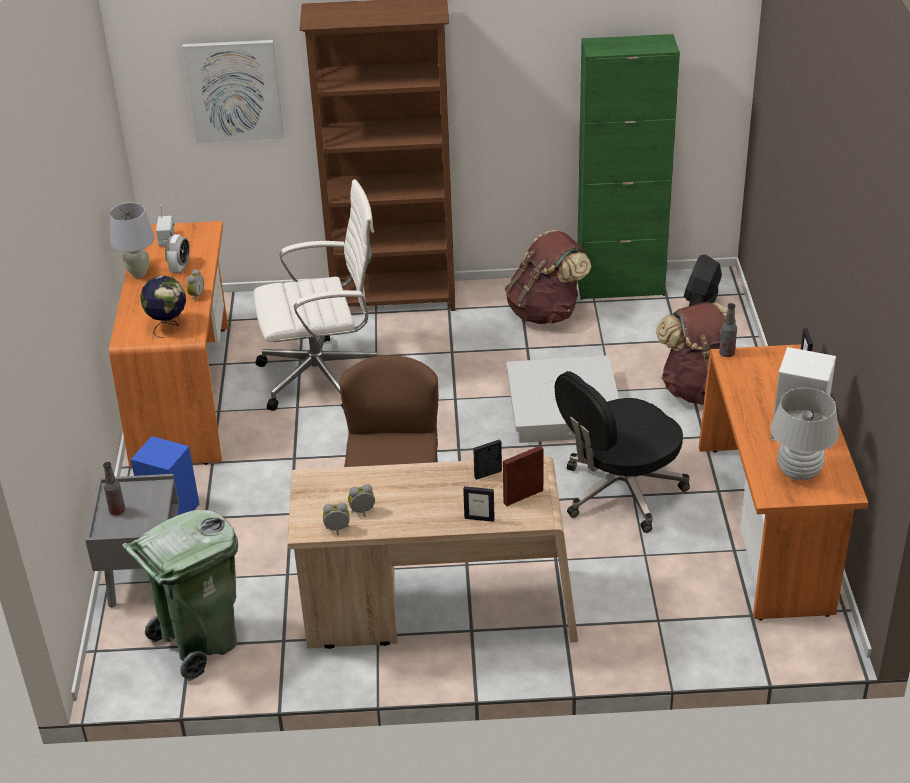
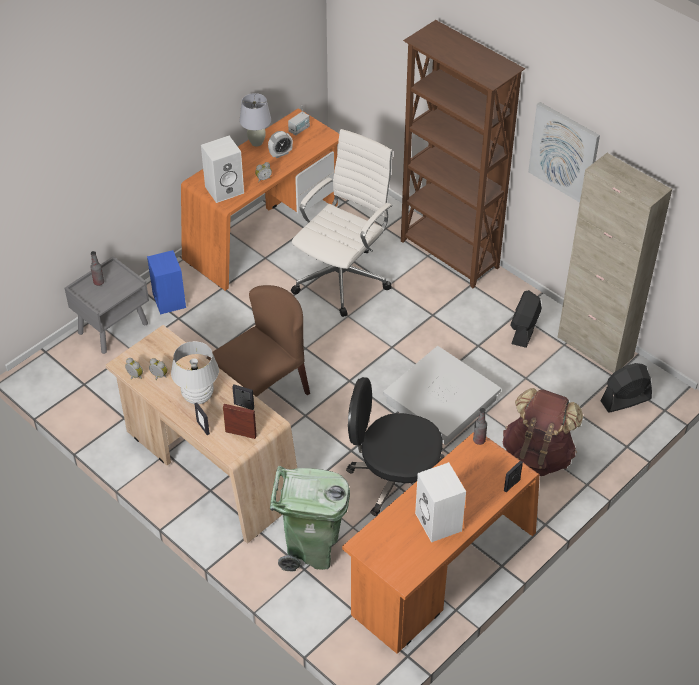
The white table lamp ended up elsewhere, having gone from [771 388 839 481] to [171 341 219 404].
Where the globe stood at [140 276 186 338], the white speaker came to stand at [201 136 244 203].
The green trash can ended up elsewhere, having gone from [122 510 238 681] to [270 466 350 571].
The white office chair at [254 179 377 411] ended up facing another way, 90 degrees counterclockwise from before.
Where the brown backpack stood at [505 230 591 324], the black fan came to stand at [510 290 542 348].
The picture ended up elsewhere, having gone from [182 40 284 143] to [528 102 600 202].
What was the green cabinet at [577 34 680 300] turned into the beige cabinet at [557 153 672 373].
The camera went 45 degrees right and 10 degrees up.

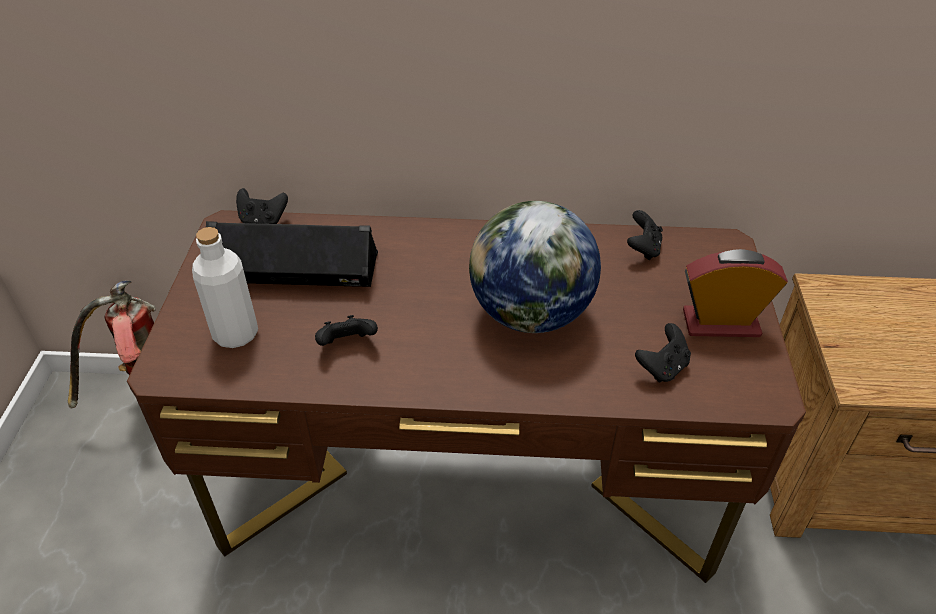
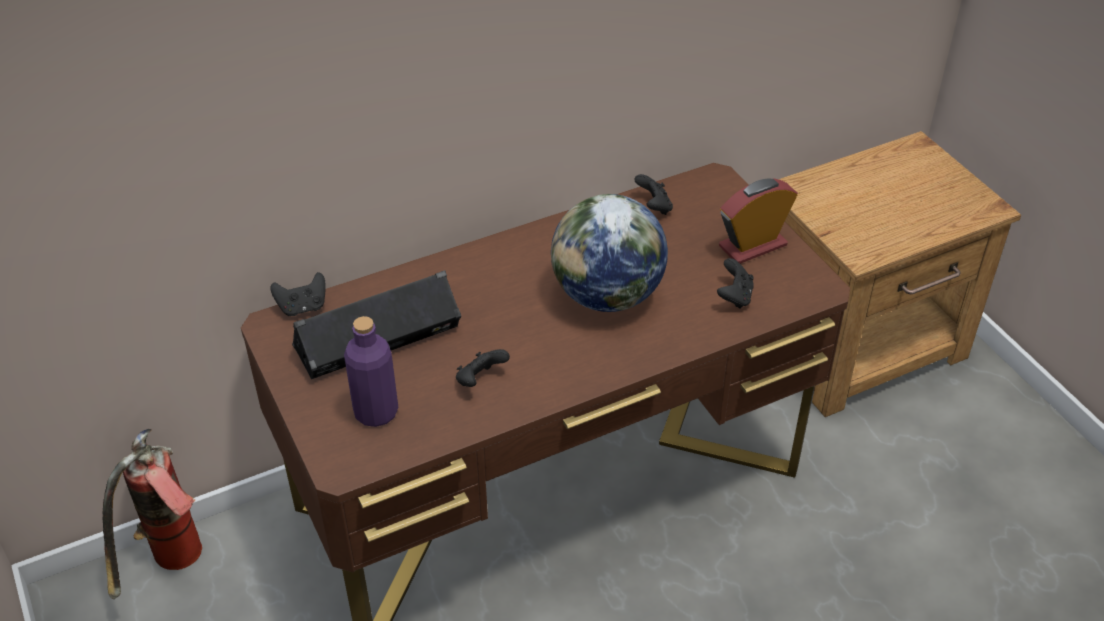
What was the white bottle at [192 227 258 348] turned into the purple bottle at [344 316 398 427].
The camera went 30 degrees left and 0 degrees up.

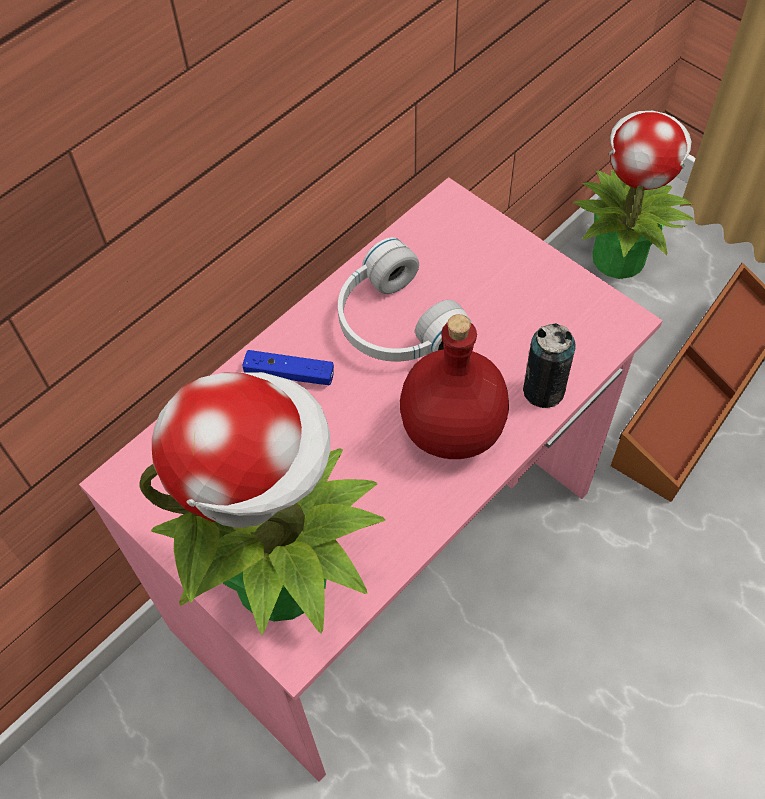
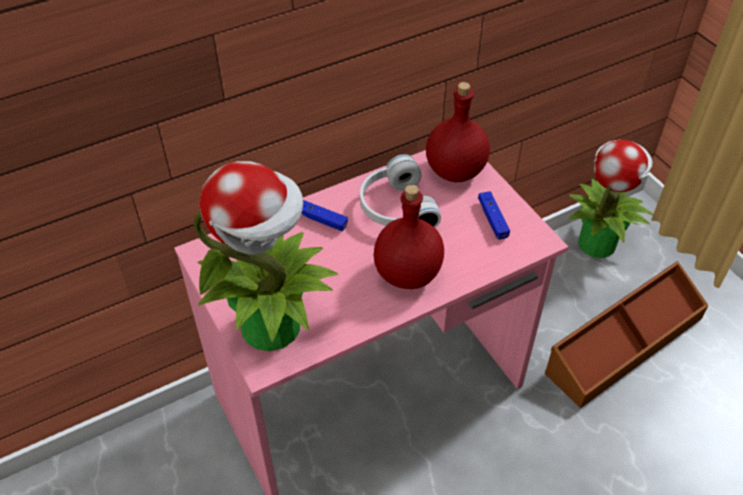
The second view gained the red bottle at [426 82 490 182].
The second view gained the blue game controller at [478 191 510 239].
The second view lost the can at [523 323 576 408].
The camera went 15 degrees right and 10 degrees down.

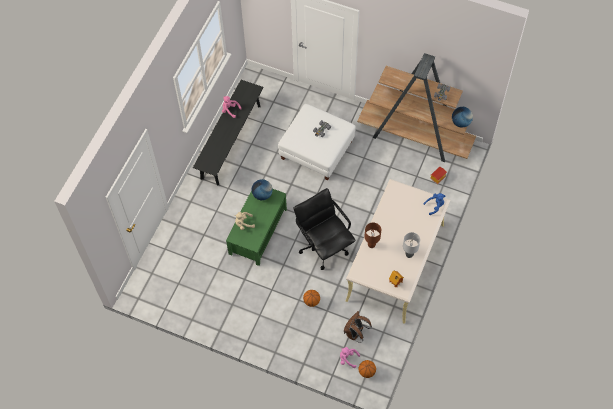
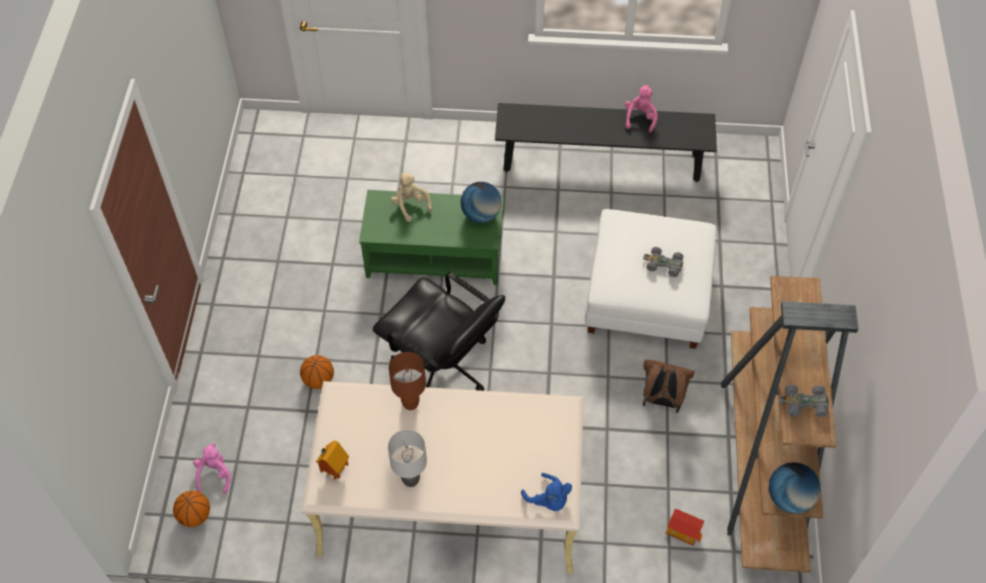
The black office chair at [294 188 356 270] ended up facing another way, 90 degrees clockwise from before.
The brown backpack ended up elsewhere, having gone from [344 311 372 343] to [643 359 695 413].
The camera went 70 degrees right and 5 degrees down.

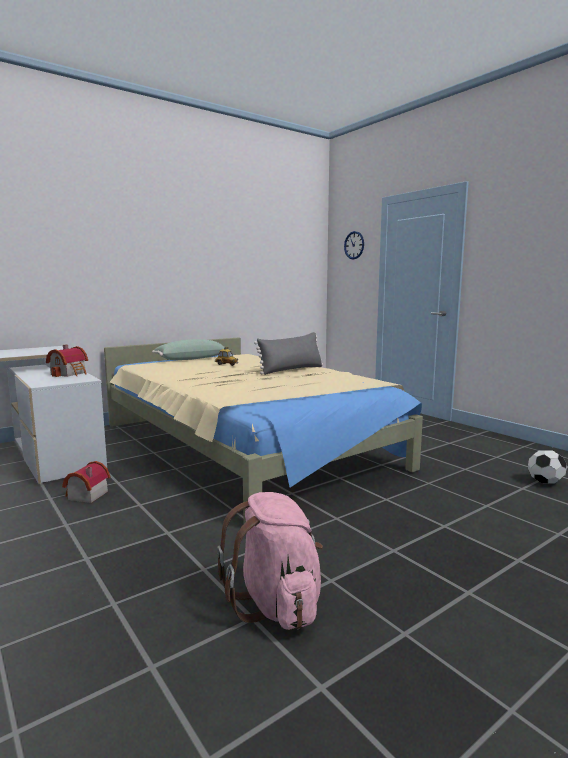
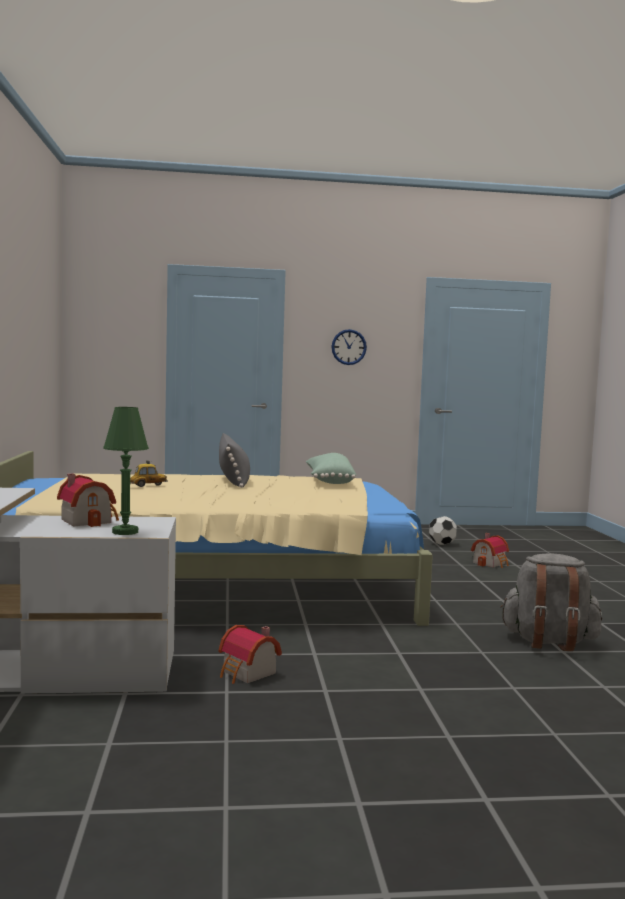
The second view gained the green table lamp at [103 407 149 535].
The green pillow ended up elsewhere, having gone from [152 339 224 360] to [306 453 356 484].
The wall clock ended up elsewhere, having gone from [344 231 364 260] to [331 329 367 365].
The second view gained the toy house at [471 533 509 568].
What was the pink backpack at [217 492 323 630] turned into the grey backpack at [500 553 602 651].
The camera went 60 degrees left and 5 degrees down.

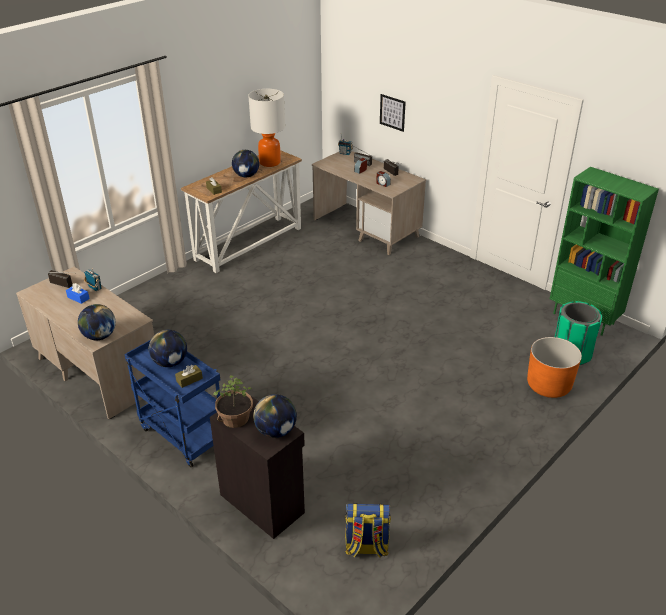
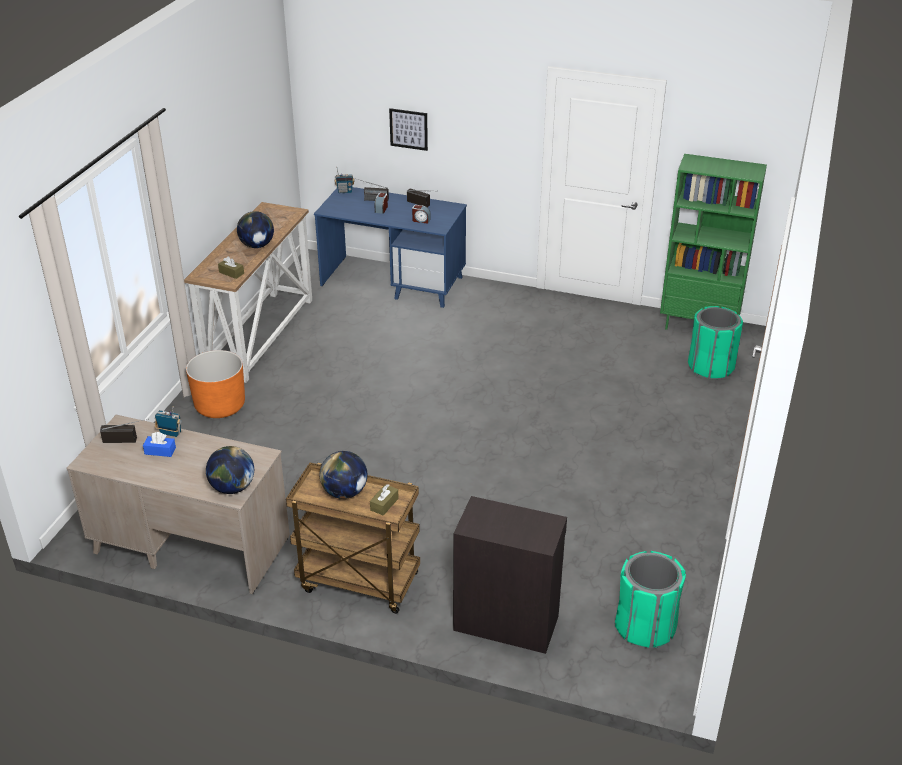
The orange planter ended up elsewhere, having gone from [527 337 582 398] to [186 350 245 418].
What was the blue cart at [124 340 220 468] turned into the brown cart at [286 463 420 614].
What was the beige desk at [312 151 426 255] turned into the blue desk at [314 187 467 308].
Where the backpack stood at [345 503 391 558], the green trash can came to stand at [615 551 686 648].
The second view lost the potted plant at [214 376 253 428].
The second view lost the table lamp at [248 89 285 167].
The second view lost the globe at [253 394 297 438].
The camera went 25 degrees left and 0 degrees up.

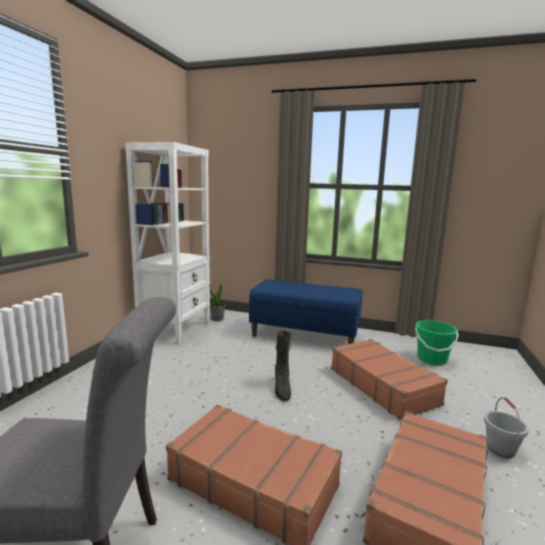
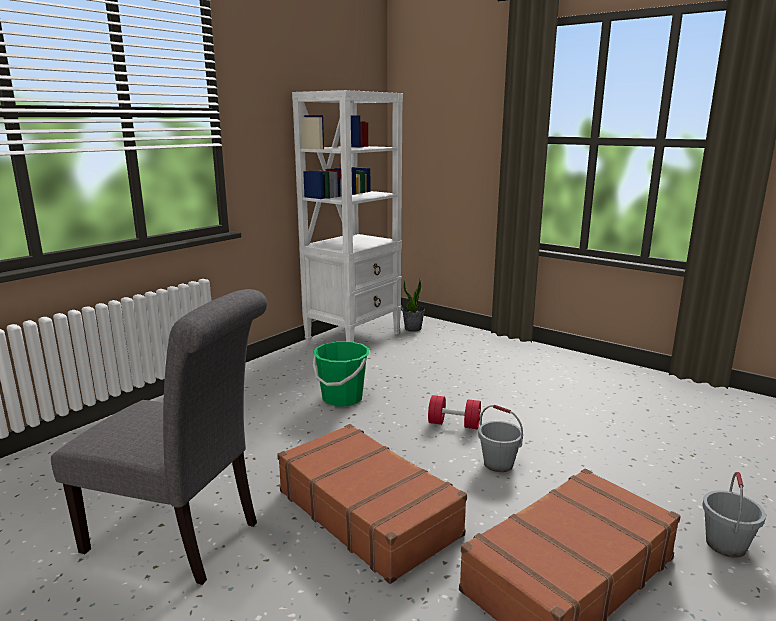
The green bucket ended up elsewhere, having gone from [415 320 458 366] to [313 341 370 407].
Where the black boot stood at [275 330 291 402], the red dumbbell came to stand at [428 395 481 429].
The second view gained the grey bucket at [478 405 523 472].
The second view lost the blue bench at [249 279 362 344].
The second view lost the brown suitcase at [331 339 448 421].
The camera went 20 degrees right and 5 degrees up.

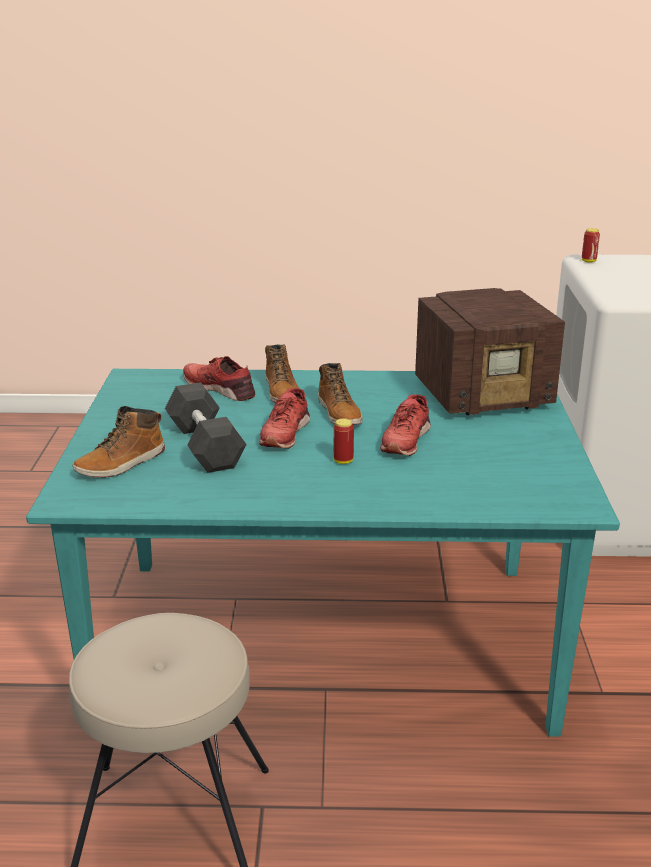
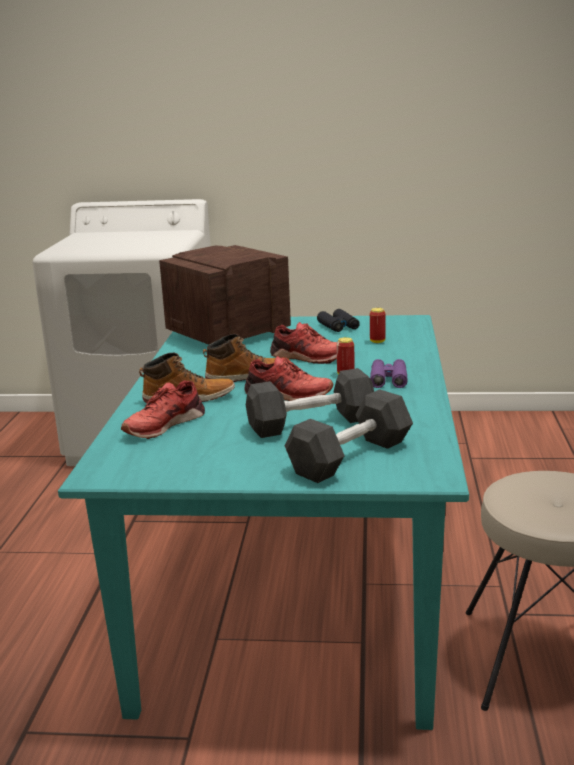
The radio at [415 288 565 415] ended up facing another way, 120 degrees counterclockwise from before.
Where the boot stood at [72 406 165 478], the black dumbbell came to stand at [285 389 413 483].
The second view gained the black binoculars at [317 309 360 332].
The can ended up elsewhere, having gone from [582 228 600 263] to [370 308 386 343].
The second view gained the purple binoculars at [370 359 408 388].
The camera went 85 degrees left and 5 degrees down.

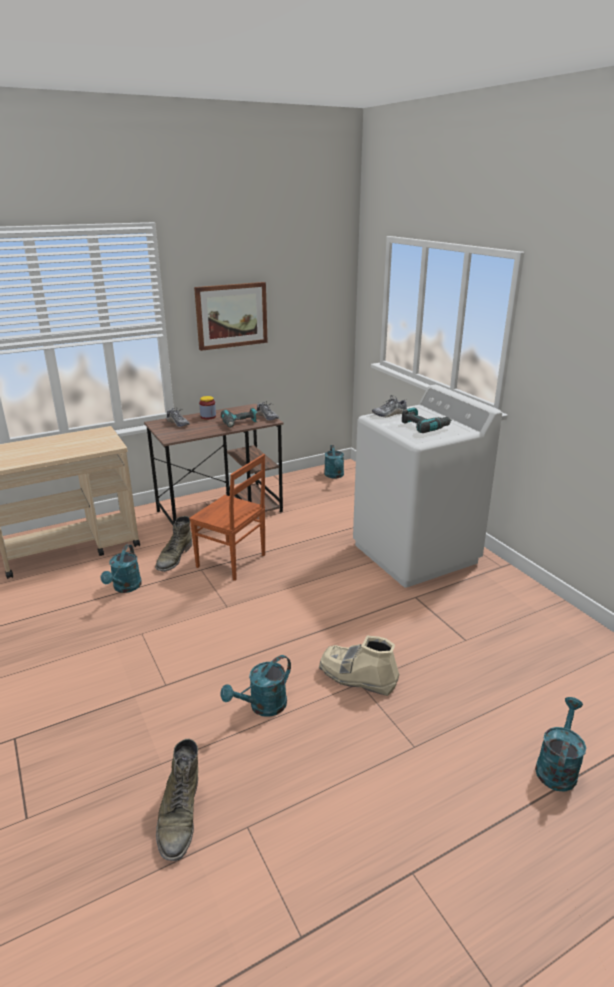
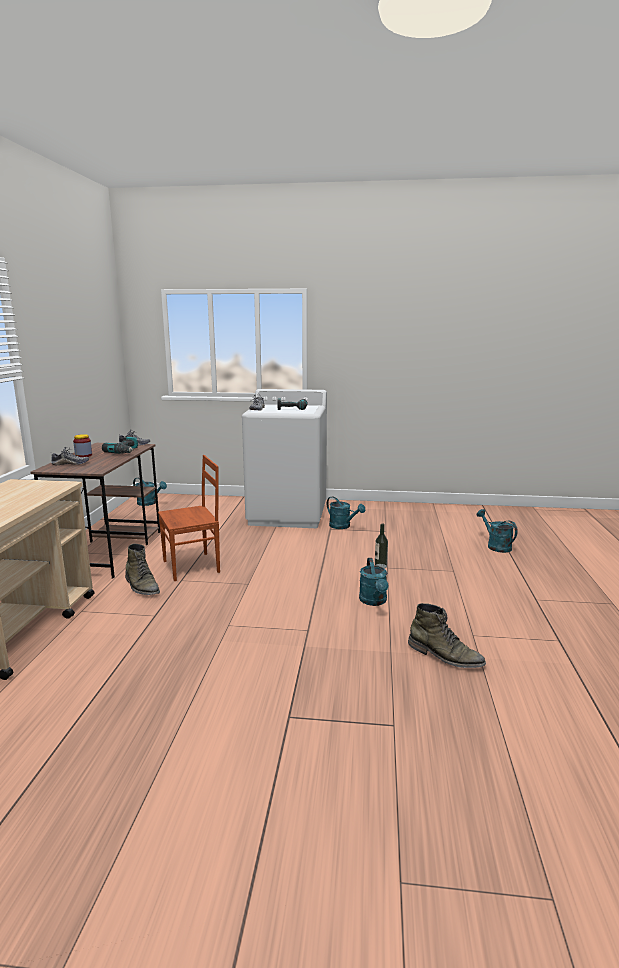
The turquoise watering can ended up elsewhere, having gone from [100 545 142 593] to [327 496 365 529].
Where the beige boot stood at [319 635 400 696], the bottle came to stand at [375 524 388 569].
The second view lost the picture at [194 282 268 351].
The camera went 55 degrees left and 10 degrees down.

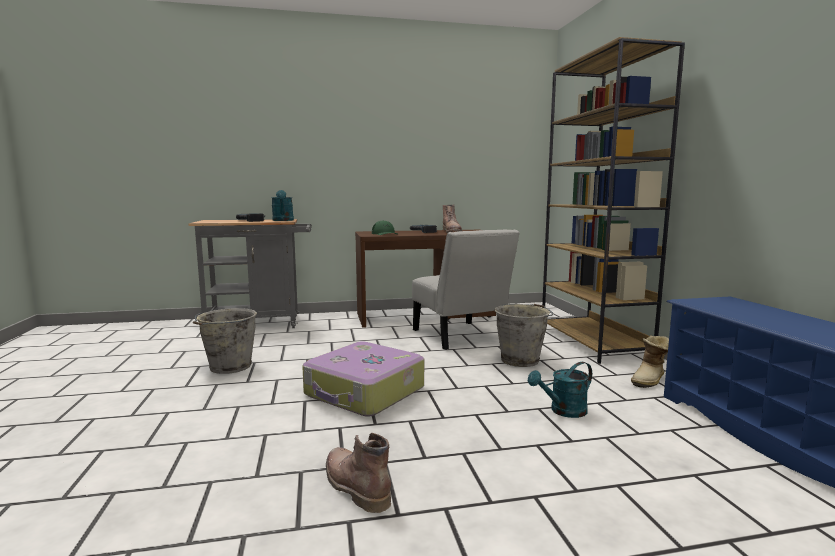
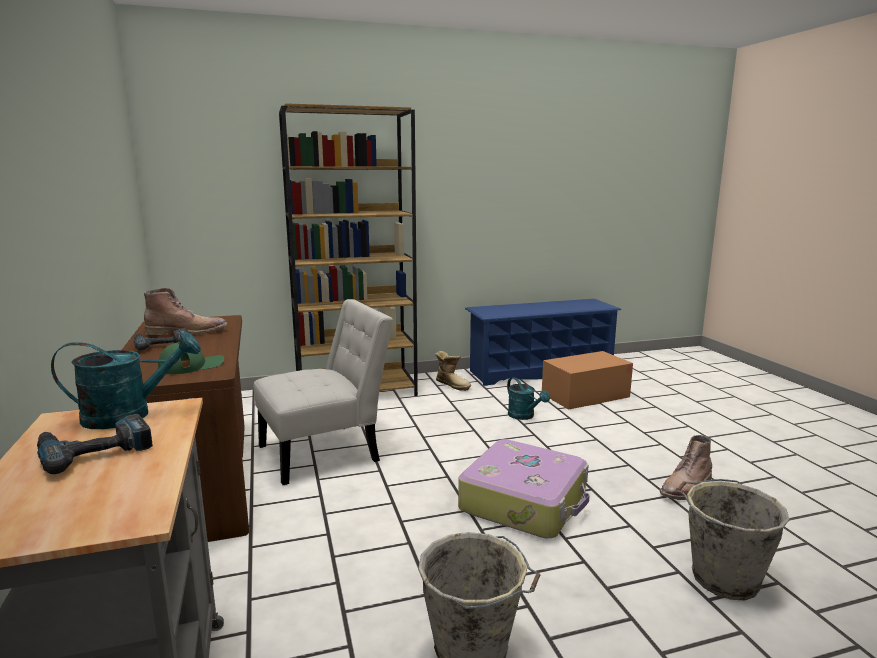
The second view gained the cardboard box at [542 351 633 410].
The grey bucket ended up elsewhere, having gone from [495 304 553 367] to [676 479 790 600].
The camera went 95 degrees left and 5 degrees up.

